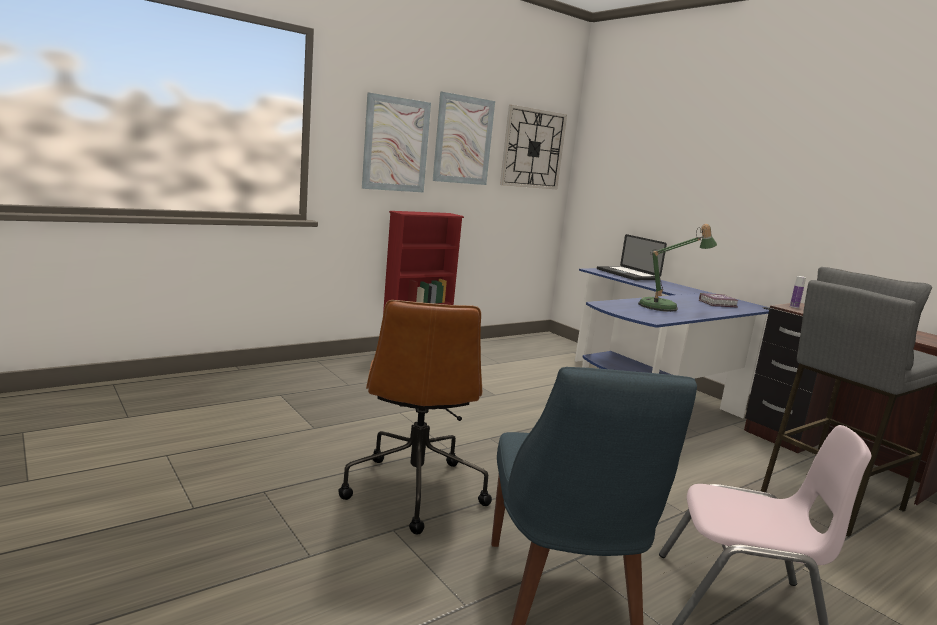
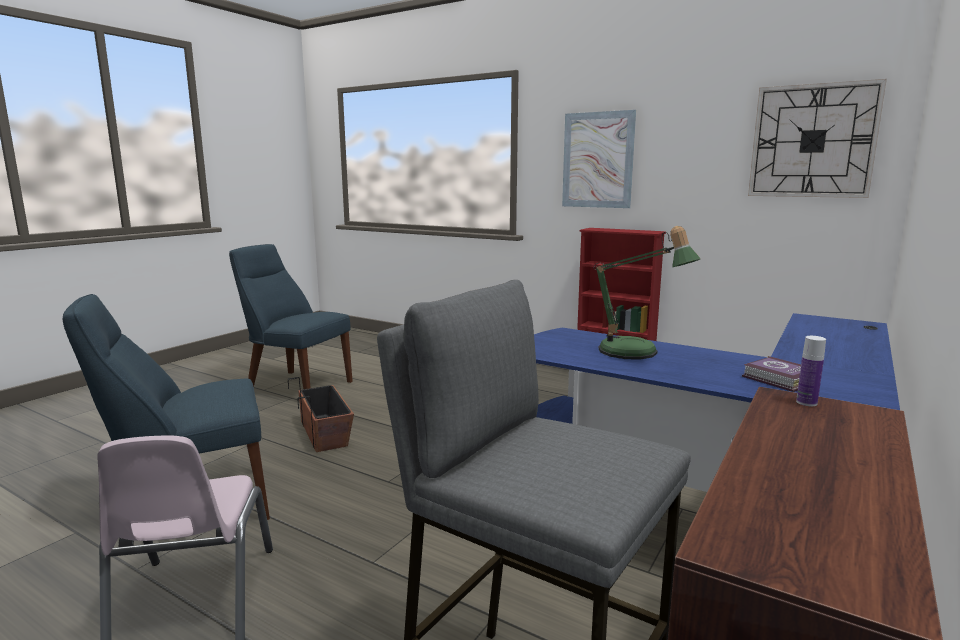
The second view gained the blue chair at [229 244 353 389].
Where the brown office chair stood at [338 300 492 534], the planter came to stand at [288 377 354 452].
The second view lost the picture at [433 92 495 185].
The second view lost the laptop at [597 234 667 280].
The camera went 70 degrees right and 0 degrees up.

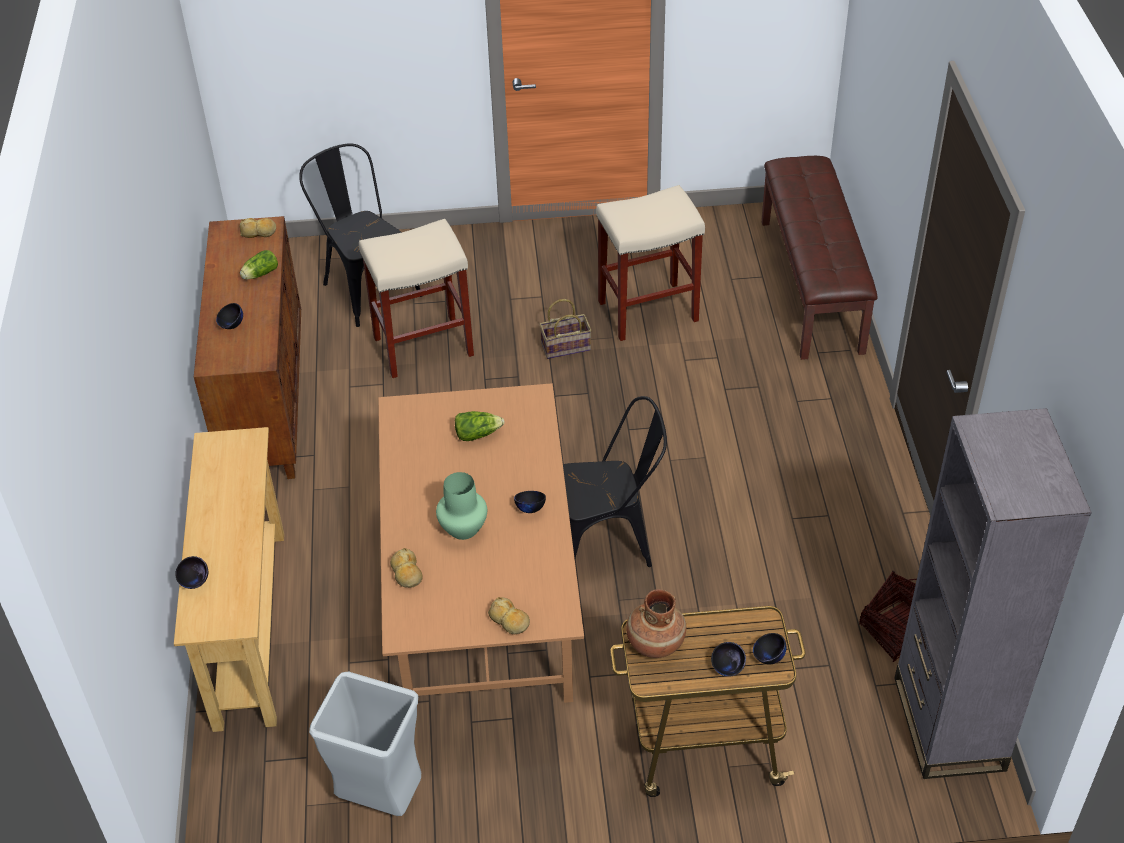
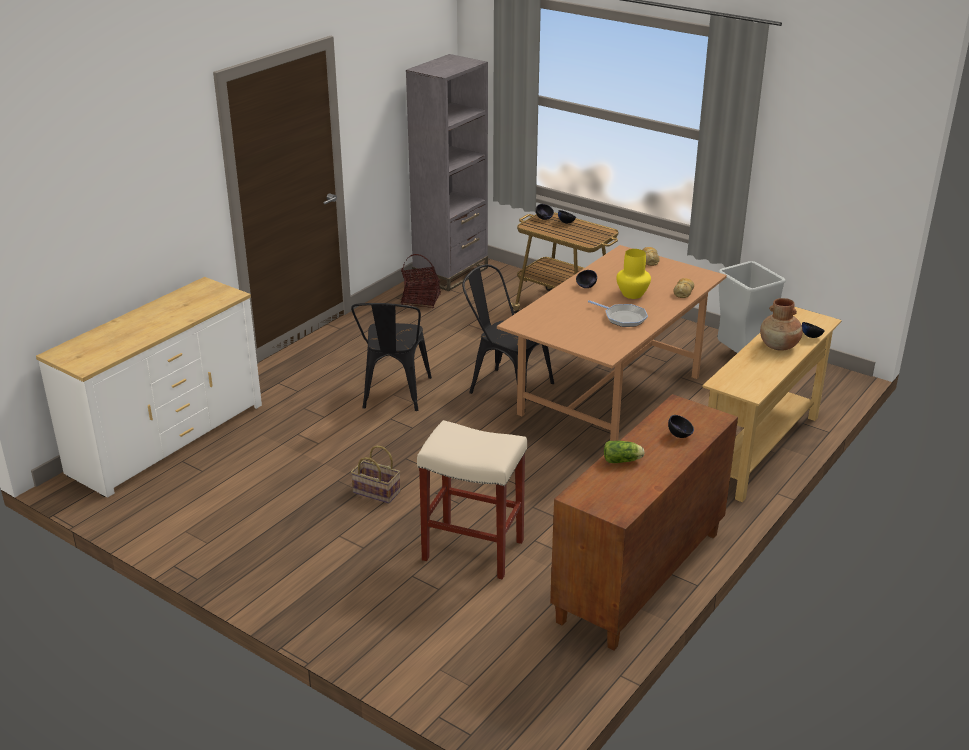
Where the brown bench stood at [762 156 877 360], the white dresser came to stand at [36 277 262 498].
The black chair ended up elsewhere, having gone from [299 143 422 327] to [351 303 432 411].
The second view gained the frying pan at [588 300 648 327].
What was the green vase at [436 472 487 540] turned into the yellow vase at [616 249 651 299].
The brown vase ended up elsewhere, having gone from [626 589 686 658] to [760 298 803 351].
The second view lost the bread at [240 218 276 238].
The second view lost the lettuce at [455 411 505 441].
The second view lost the beige stool at [596 185 705 341].
The camera went 140 degrees left and 15 degrees down.

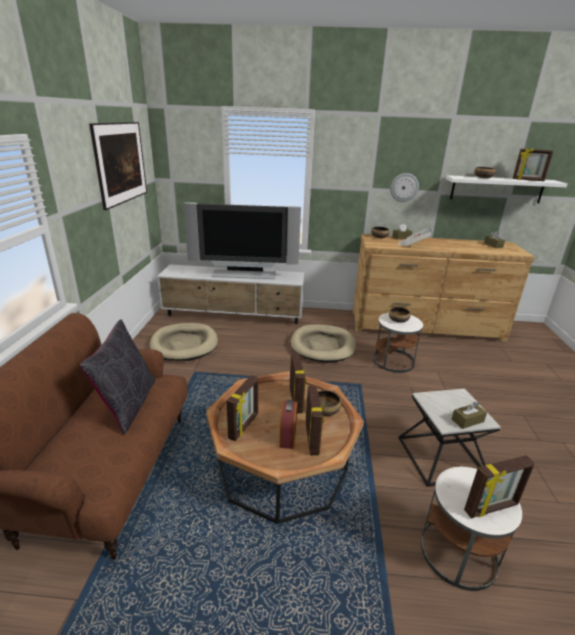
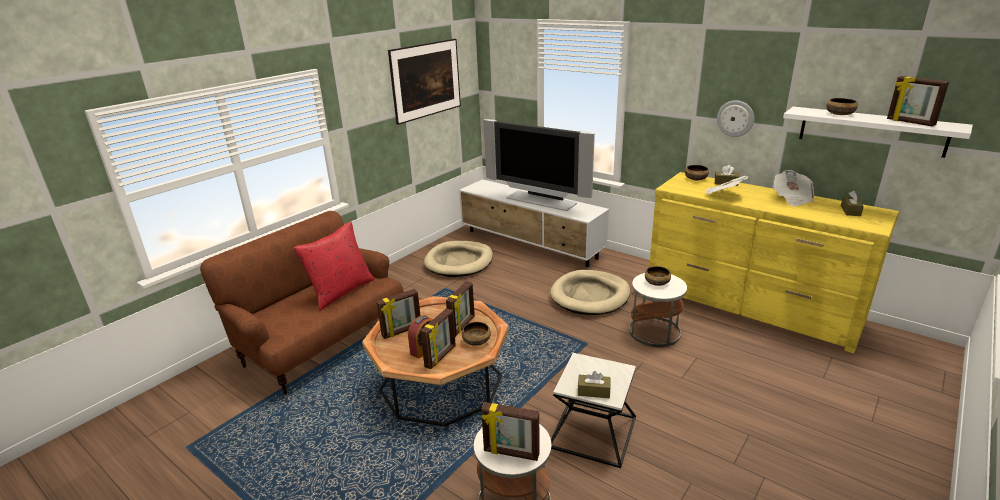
What was the black pillow at [80 319 155 435] turned into the red pillow at [294 222 374 310].
What was the brown dresser at [353 234 534 341] turned into the yellow dresser at [649 172 899 354].
The second view gained the newspaper at [773 170 814 206].
The camera went 35 degrees right and 0 degrees up.

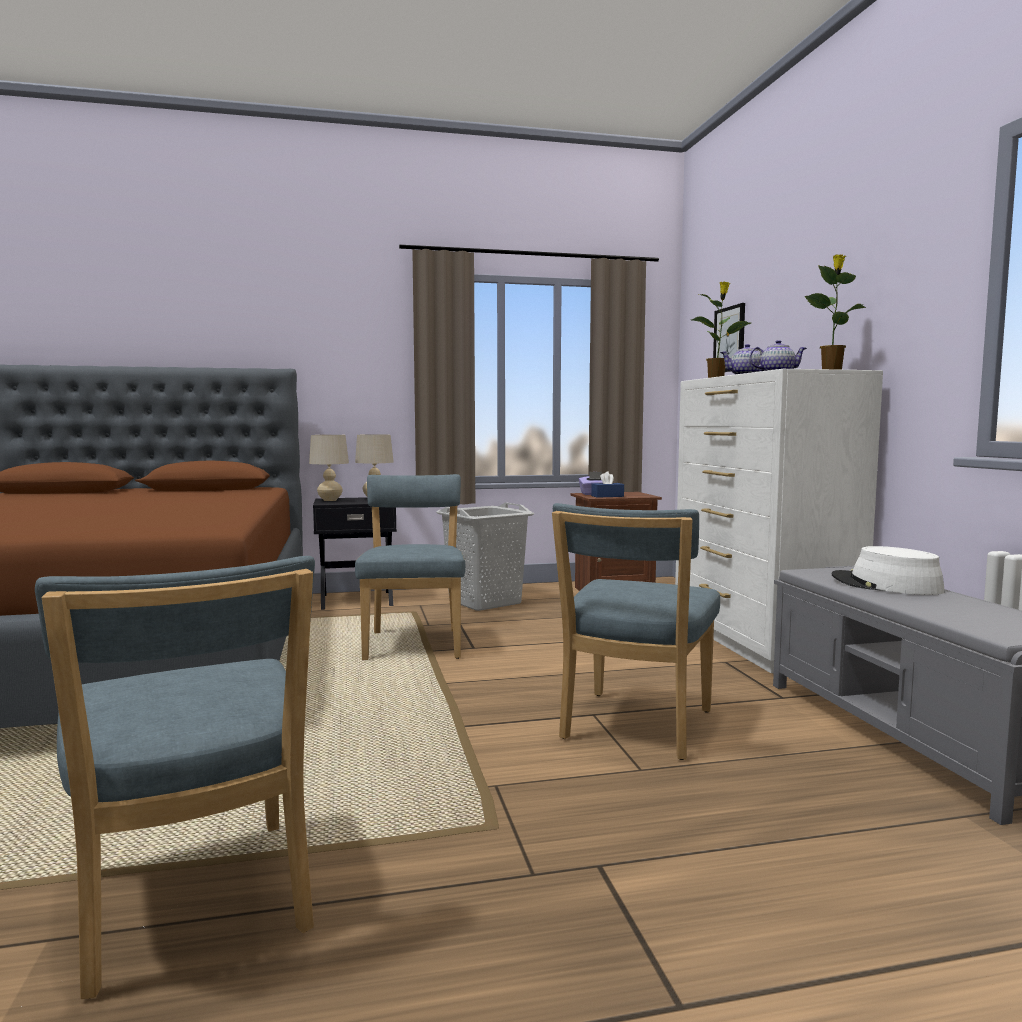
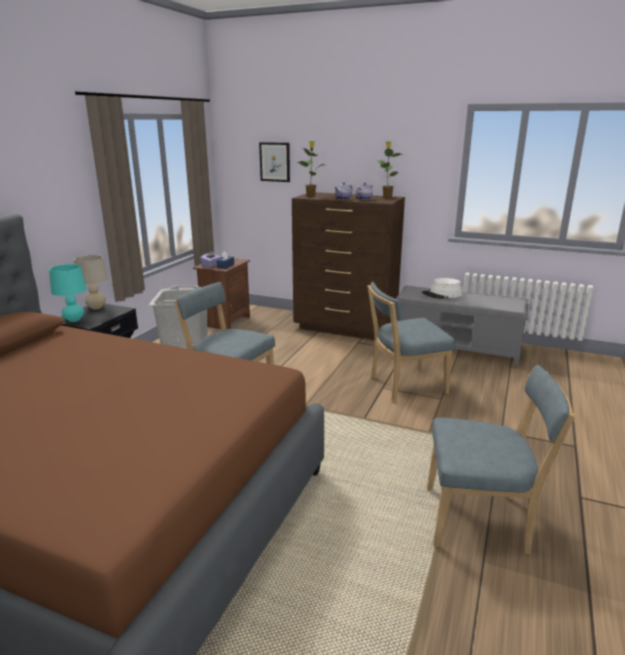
What was the beige table lamp at [309 435 349 501] turned into the turquoise table lamp at [49 264 87 322].
What was the white dresser at [675 369 883 673] turned into the brown dresser at [292 192 405 340].
The blue chair at [552 503 720 760] ended up facing another way, 105 degrees clockwise from before.
The camera went 55 degrees left and 15 degrees up.

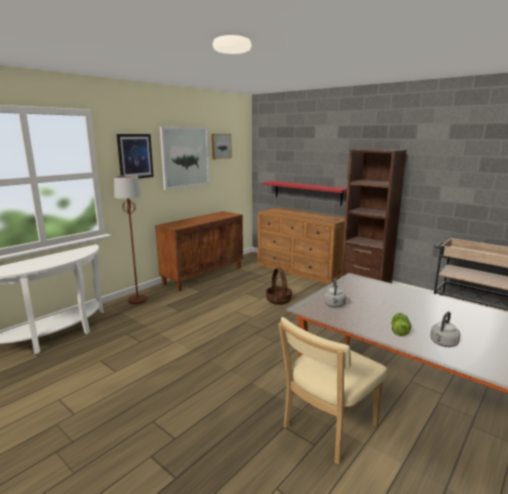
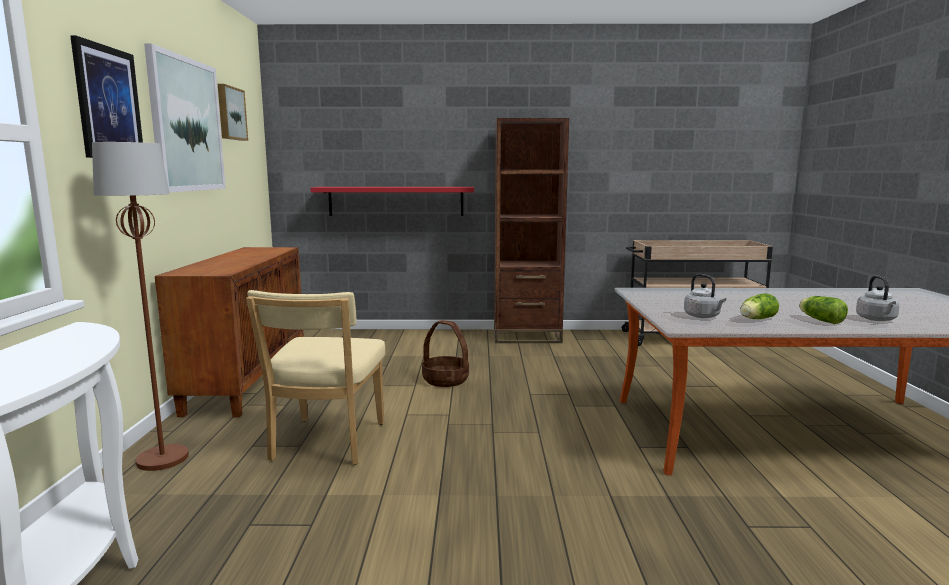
The beige chair ended up elsewhere, having gone from [278 317 387 464] to [246 290 385 465].
The second view gained the lettuce at [740 293 779 319].
The second view lost the brown dresser at [258 207 345 284].
The camera went 40 degrees left and 5 degrees down.

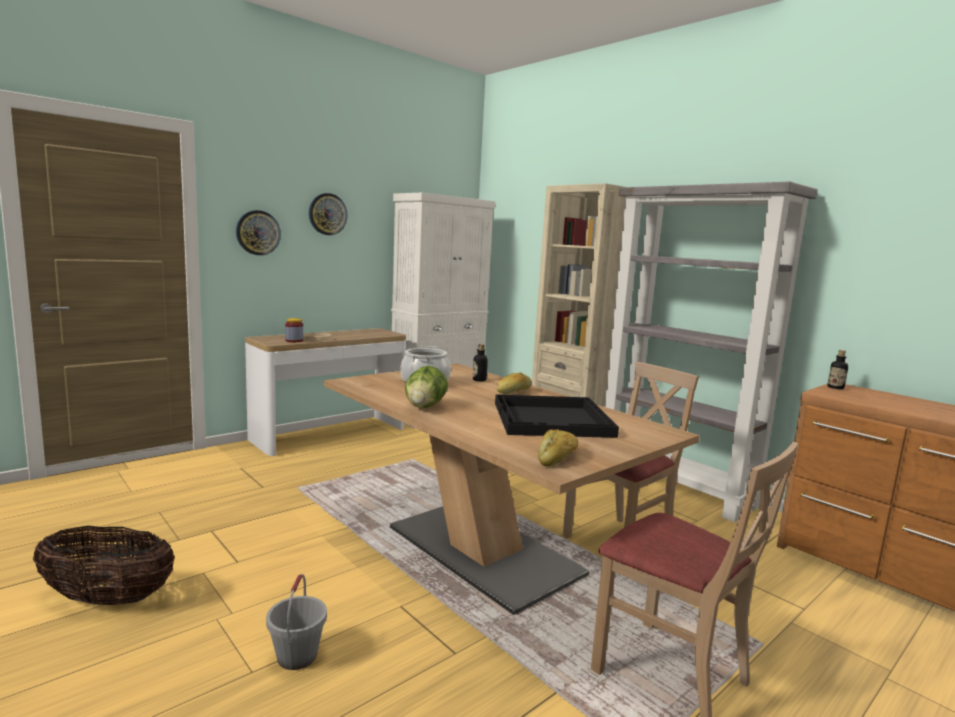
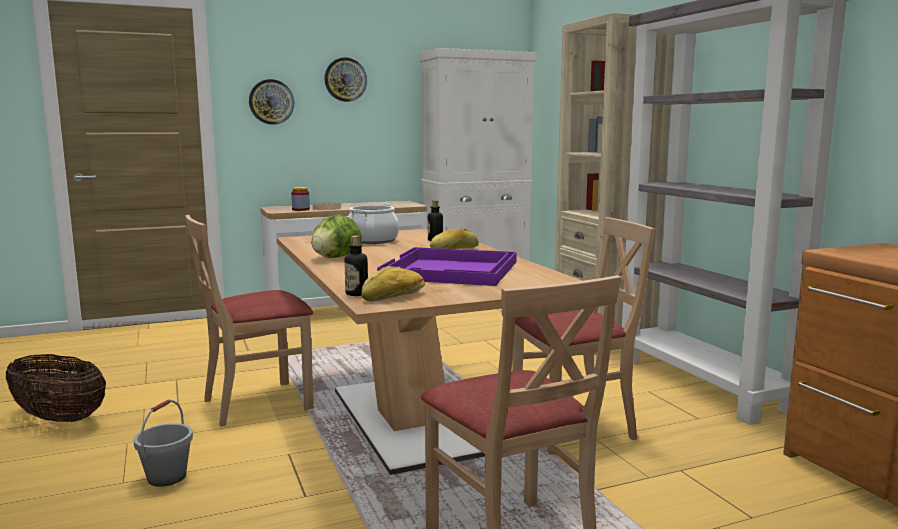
The second view gained the beige chair at [185 215 314 427].
The bottle ended up elsewhere, having gone from [827 350 848 389] to [344 235 368 296].
What was the black tray at [495 394 619 438] turned into the purple tray at [377 247 517 286].
The camera went 20 degrees right and 0 degrees up.

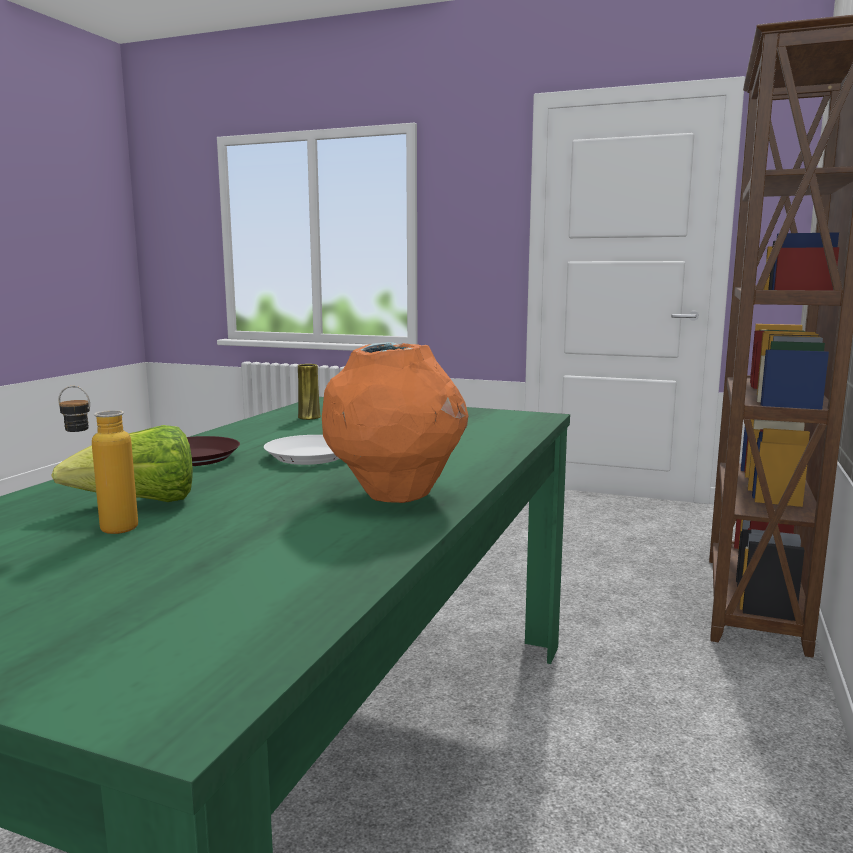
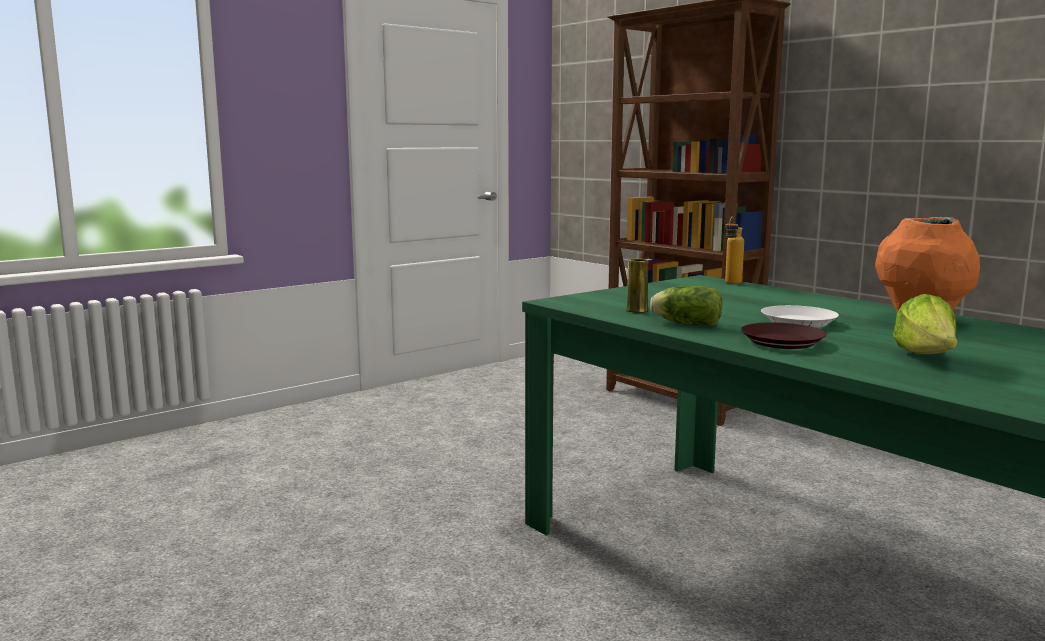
The second view gained the lettuce at [650 286 722 327].
The bottle ended up elsewhere, having gone from [58 386 138 534] to [725 217 744 284].
The camera went 60 degrees left and 0 degrees up.

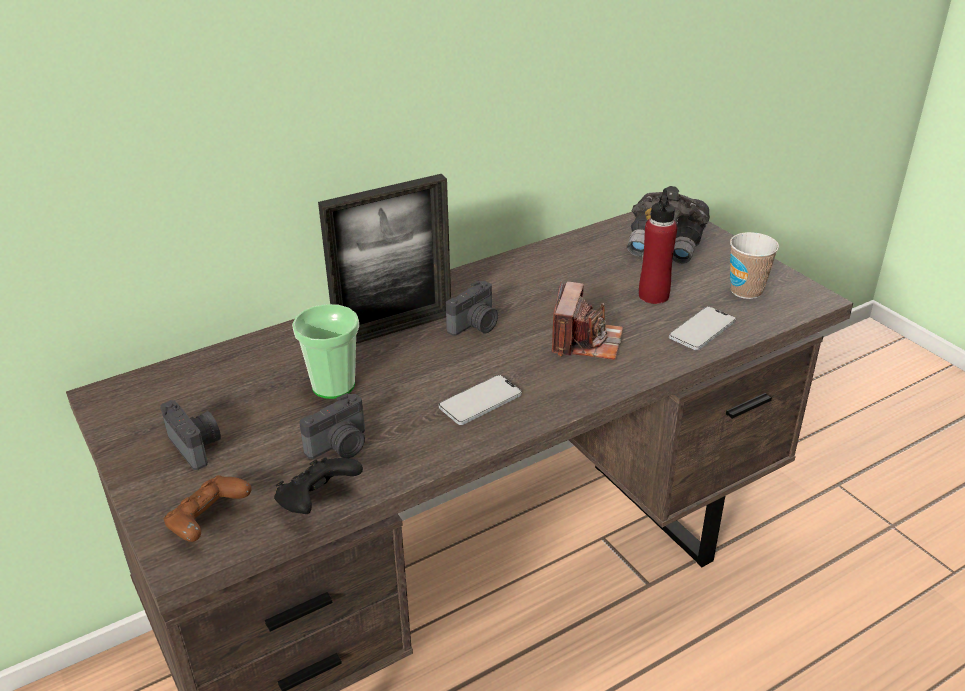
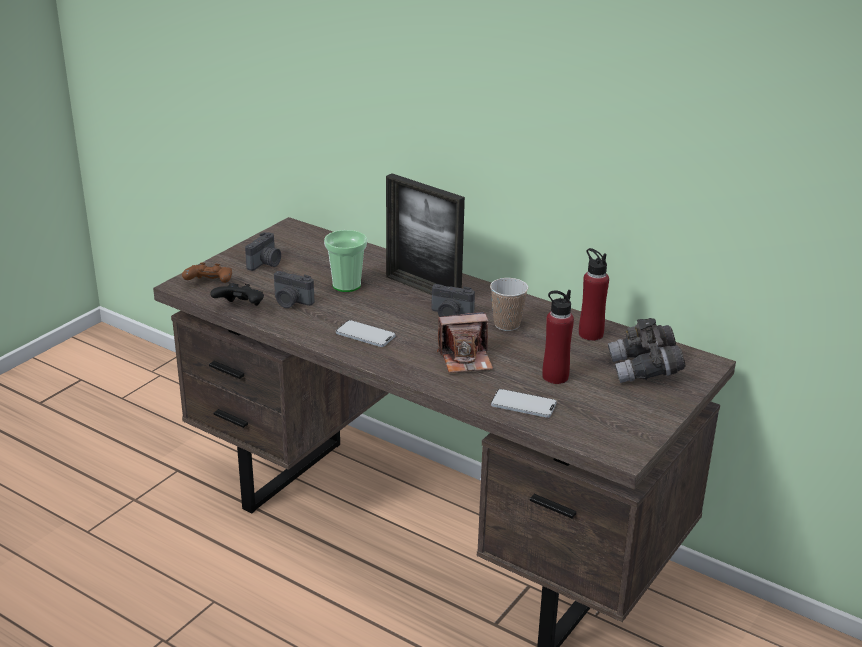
The cup ended up elsewhere, having gone from [730 232 779 299] to [490 278 528 331].
The second view gained the red bottle at [579 248 609 341].
The camera went 65 degrees right and 5 degrees down.

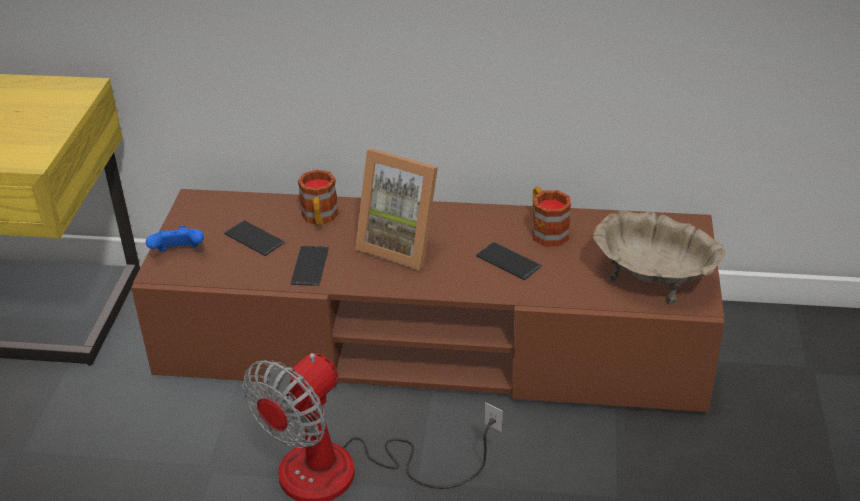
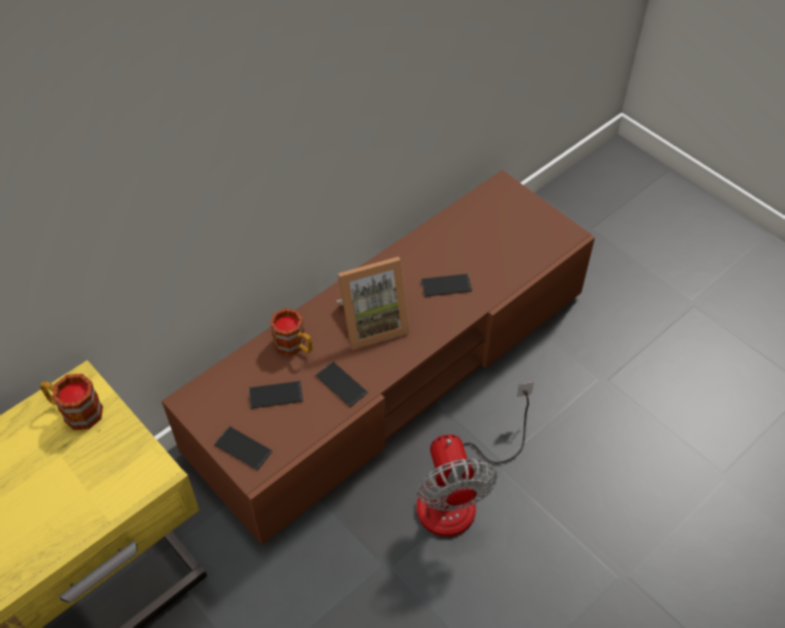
The mug ended up elsewhere, having gone from [532 187 571 247] to [40 374 103 430].
Where the blue game controller stood at [146 225 204 251], the phone came to stand at [214 426 273 471].
The second view lost the beige bowl at [593 210 726 304].
The camera went 50 degrees left and 15 degrees up.

